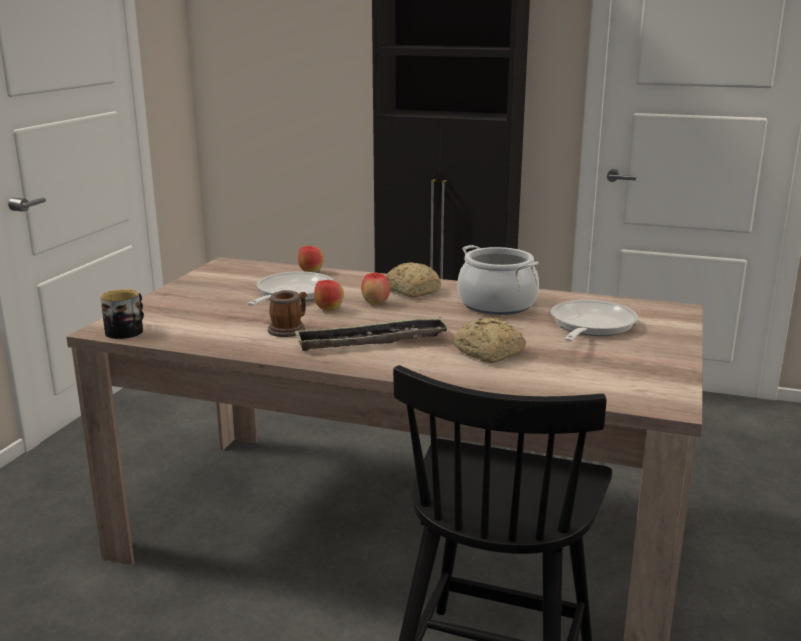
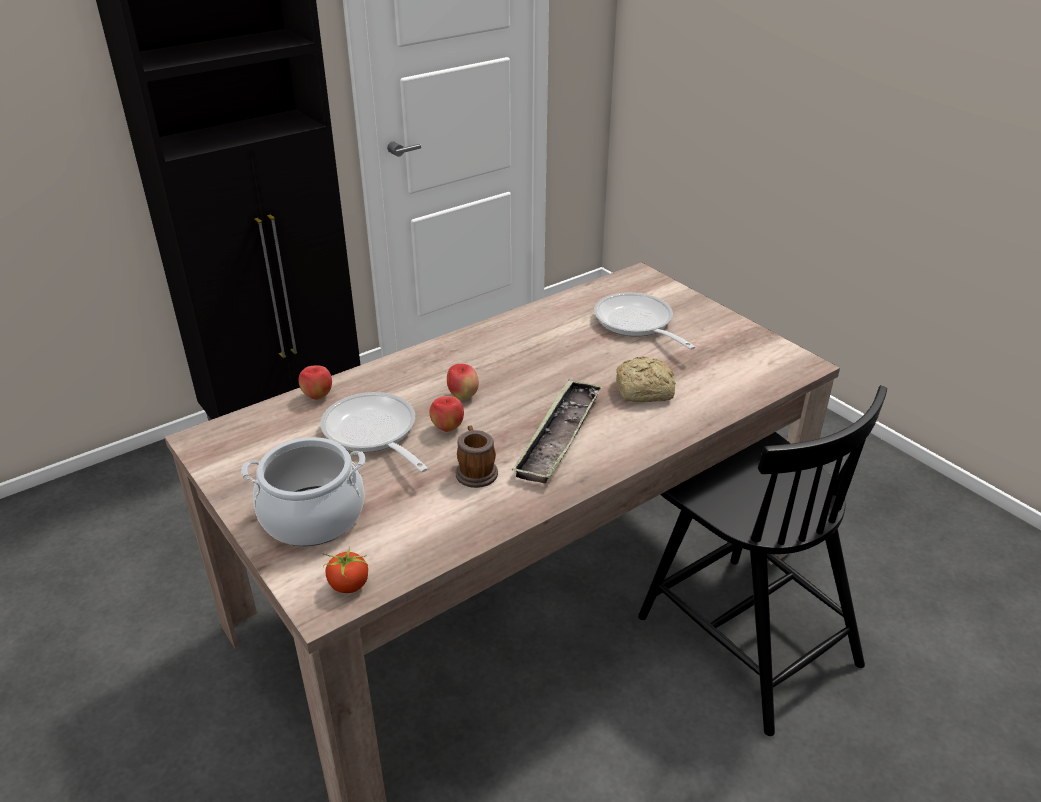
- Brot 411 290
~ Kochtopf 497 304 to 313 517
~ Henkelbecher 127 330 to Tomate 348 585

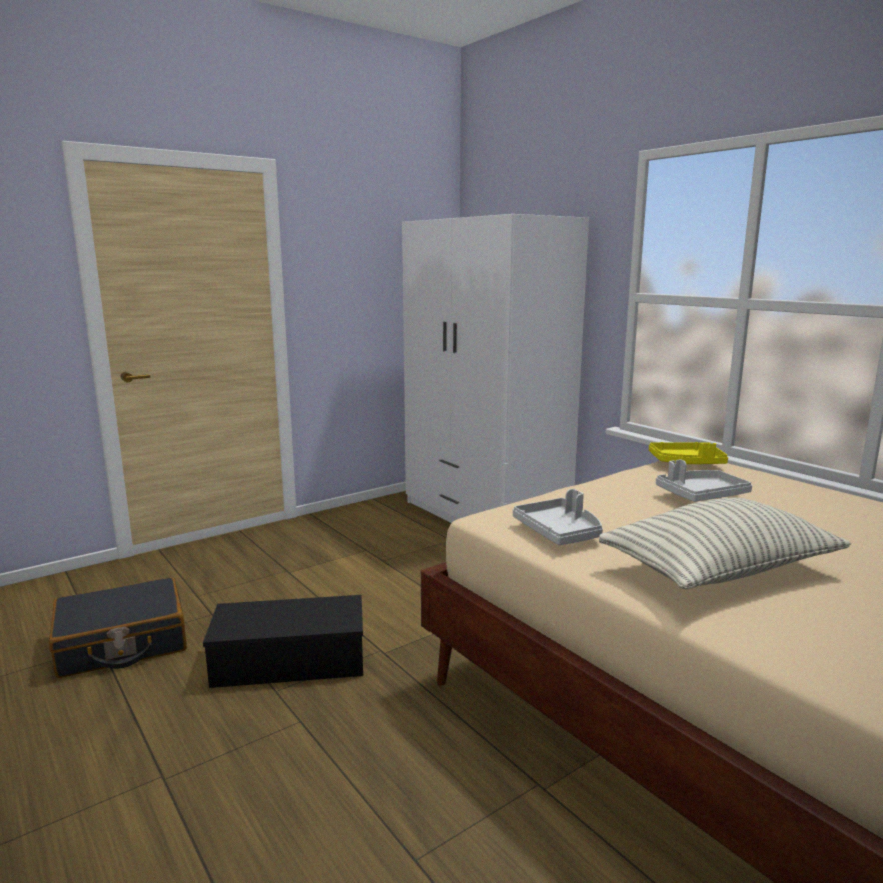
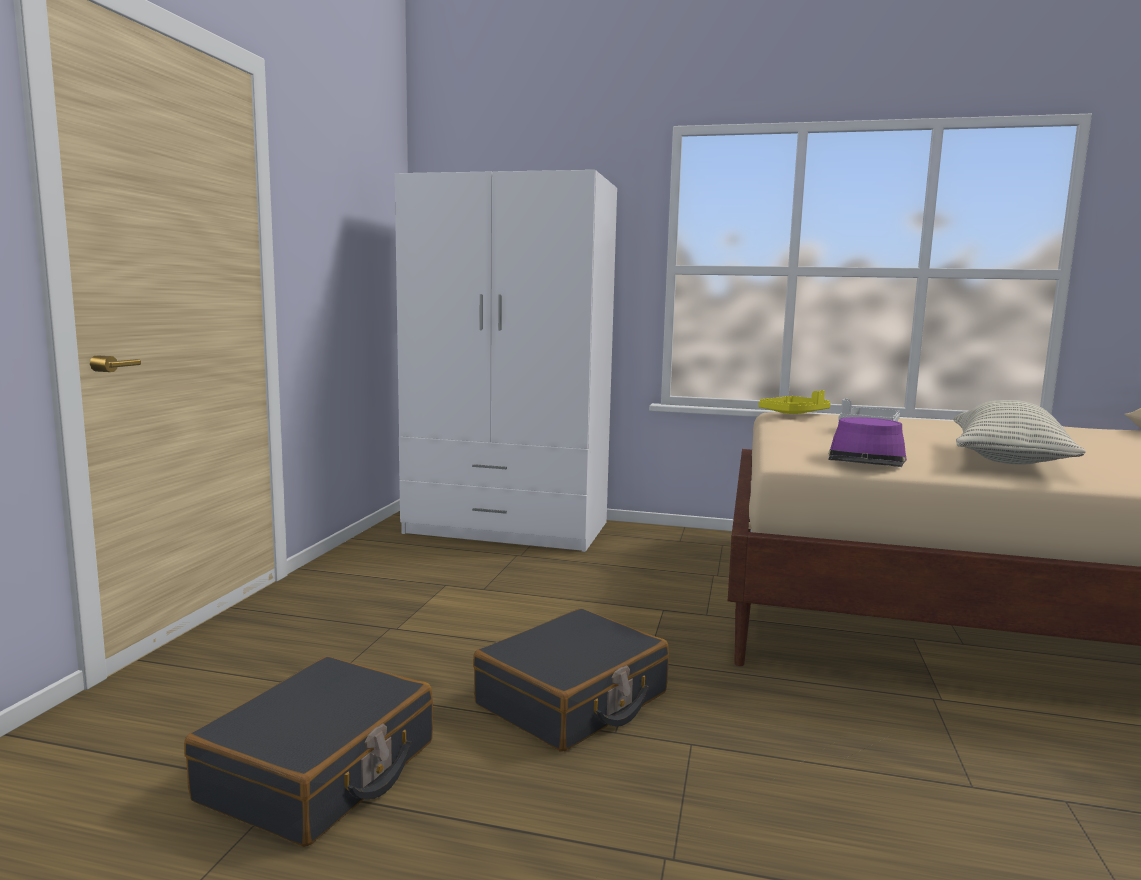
~ Aufbewahrungsbox/schwarz 292 659 to Koffer/schwarz 573 700
~ Tablett/grau 559 532 to Hut/lila 866 459

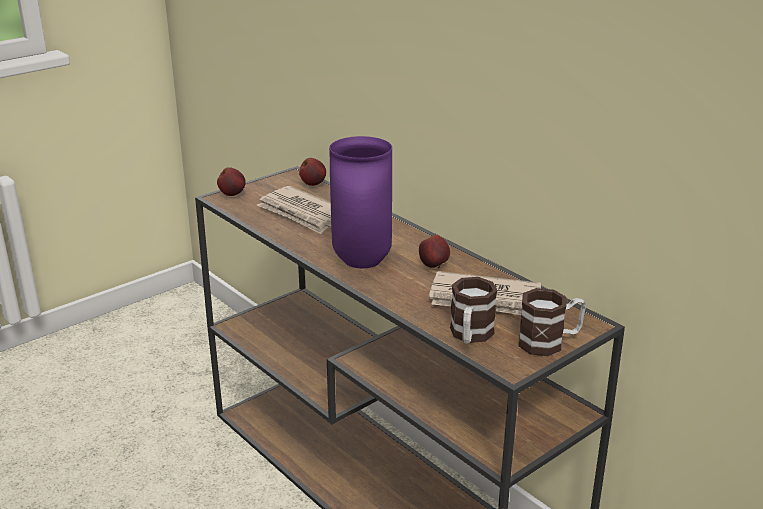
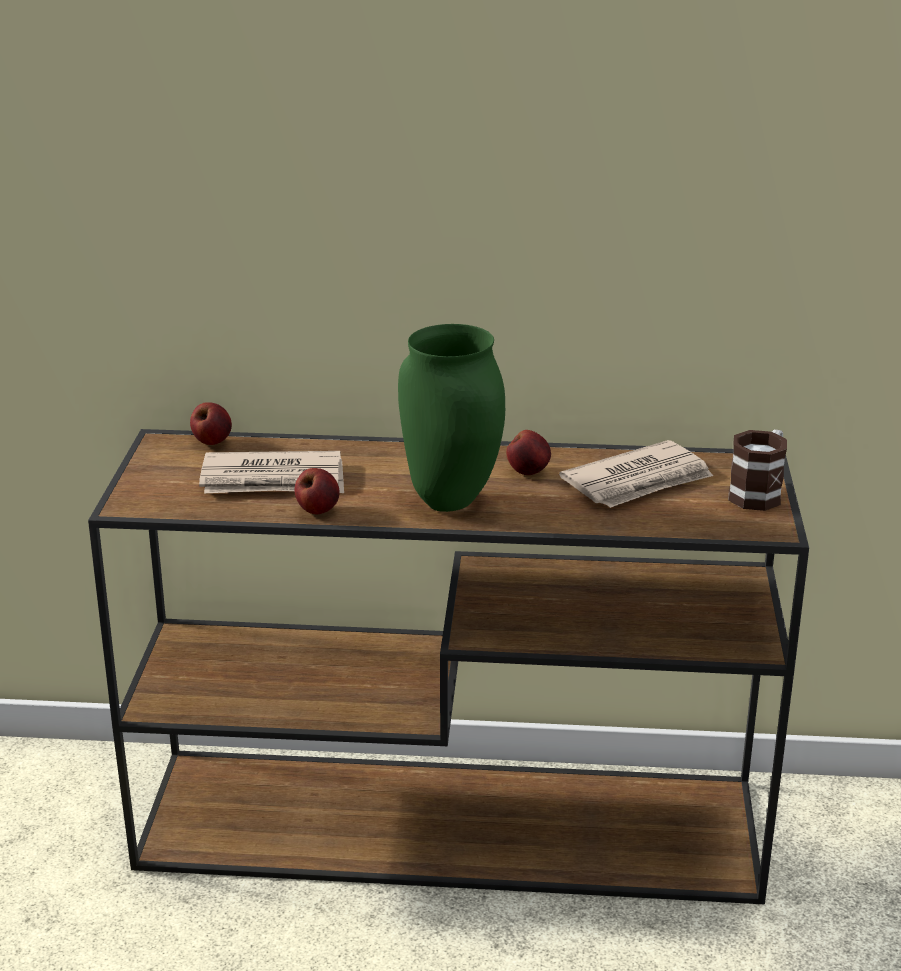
- Henkelbecher 470 336
~ Apfel 232 194 to 317 510
~ Vase/lila 363 262 to Vase/grün 453 501

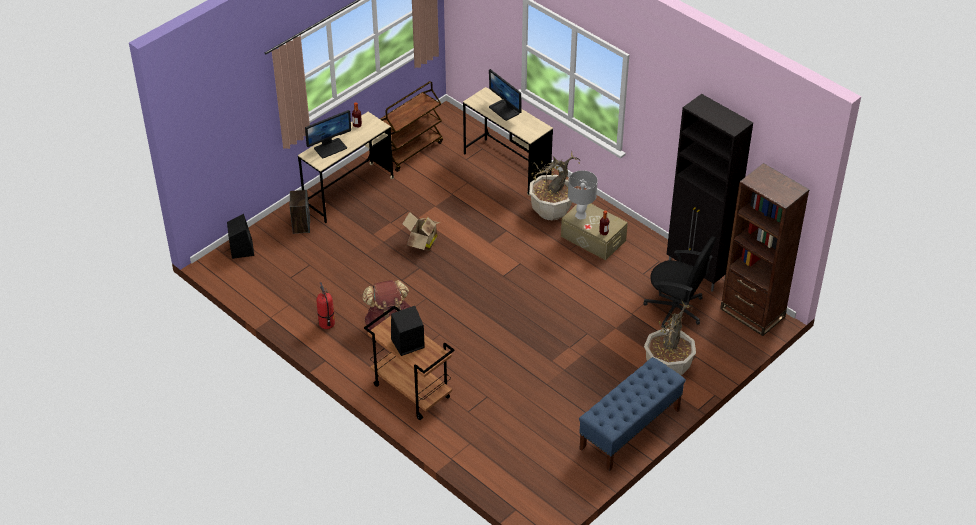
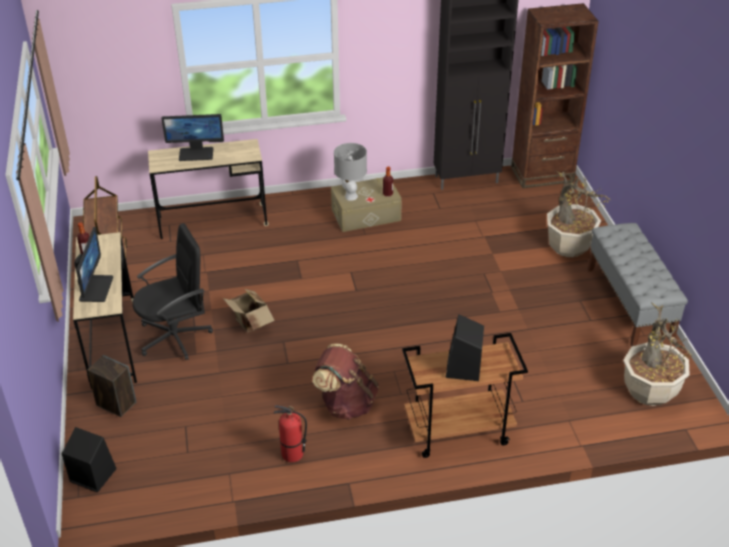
~ Topfpflanze 550 211 to 650 392
~ Bürostuhl/schwarz 675 309 to 176 336
~ Bank/blau 629 429 to Bank/grau 629 304

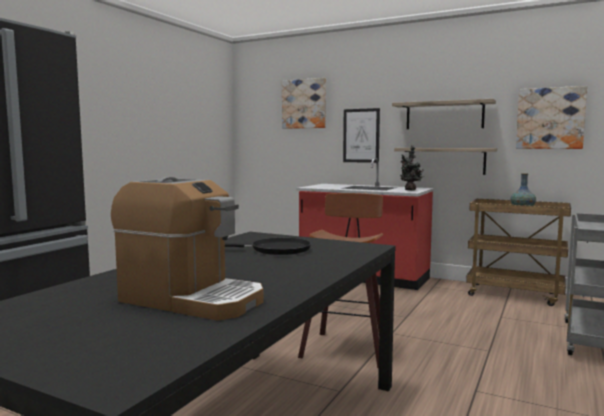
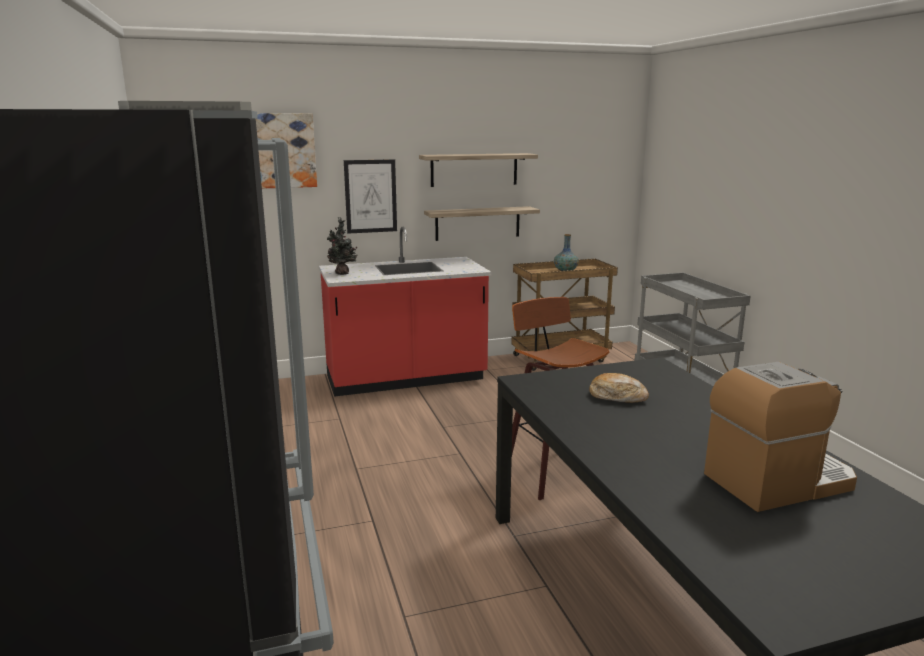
- Bild 550 118
~ Topfpflanze 410 190 to 343 273
~ Pfanne/schwarz 276 250 to Brot 617 396

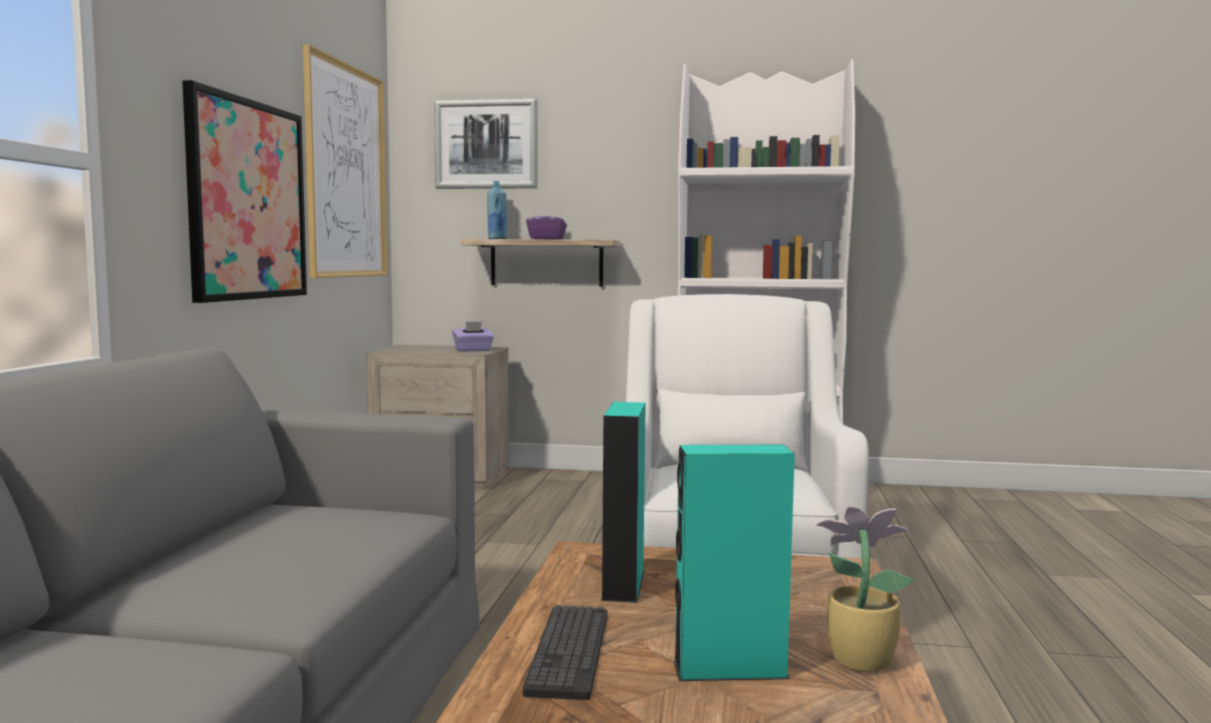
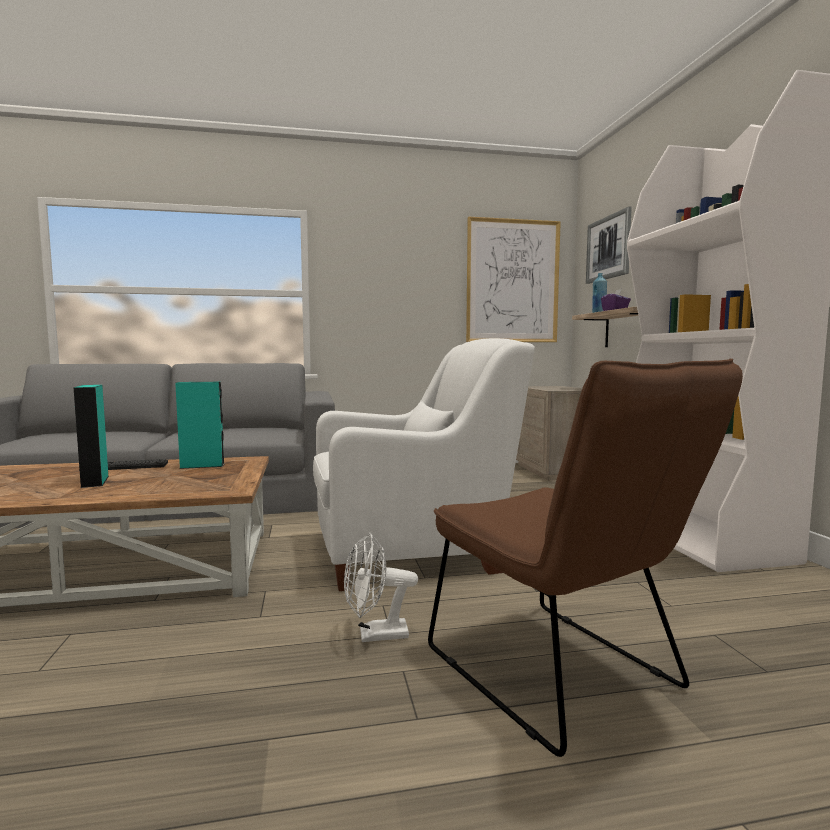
- Bild 247 200
- Taschentuchbox/lila 473 350
- Topfpflanze 858 661
+ Ventilator/weiß 375 635
+ Stuhl/braun 562 677

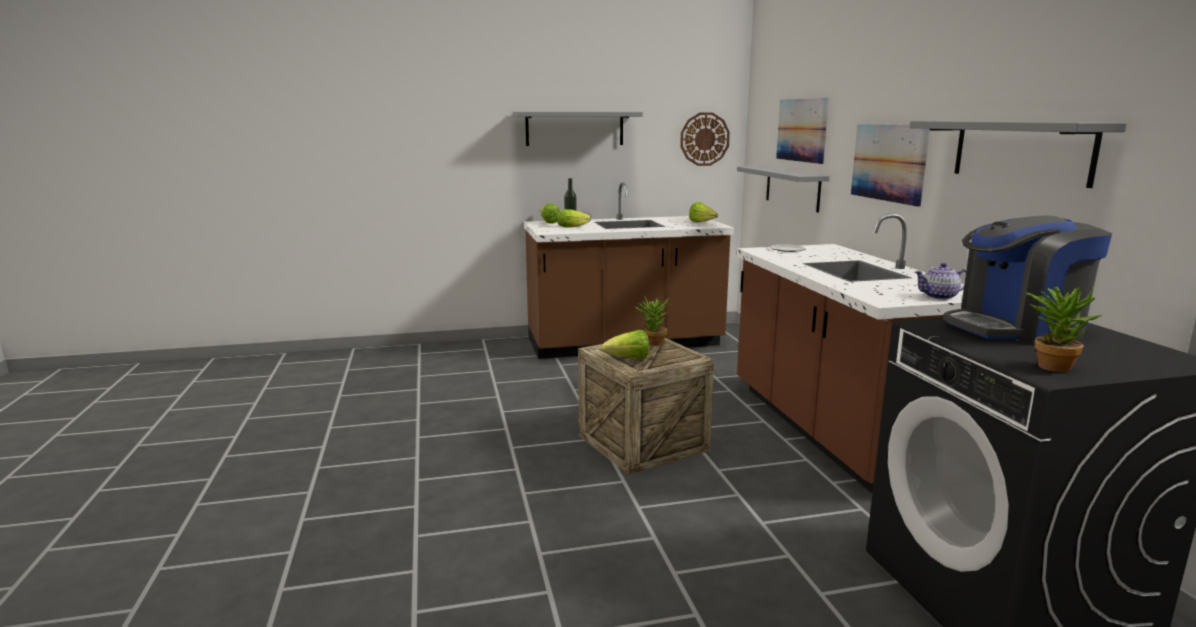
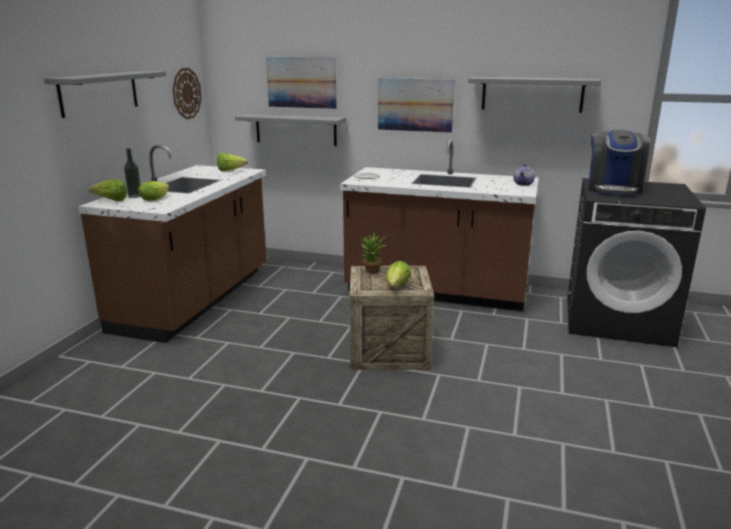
- Topfpflanze 1052 365

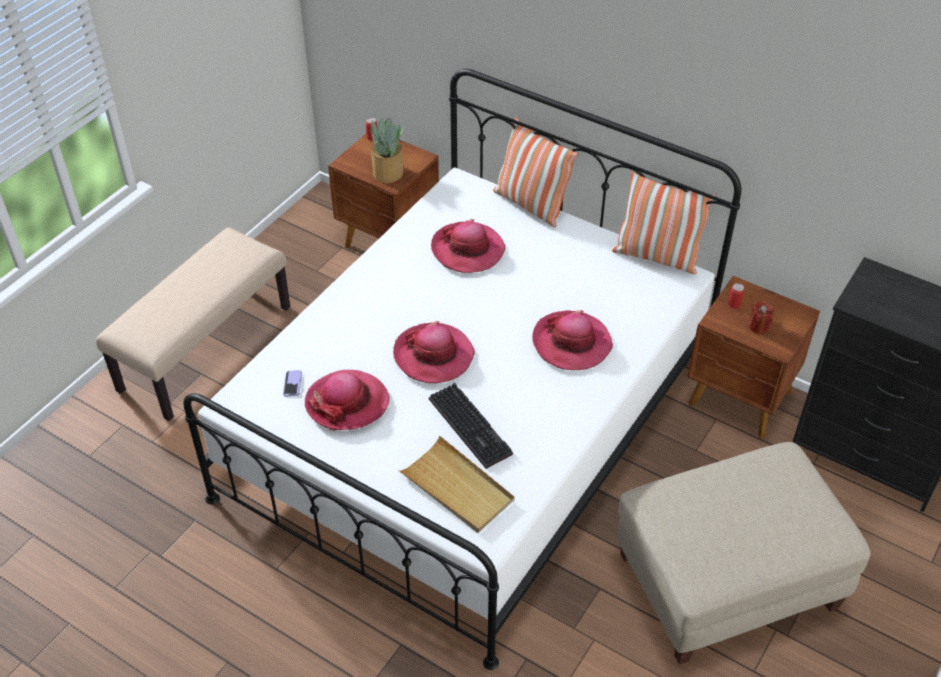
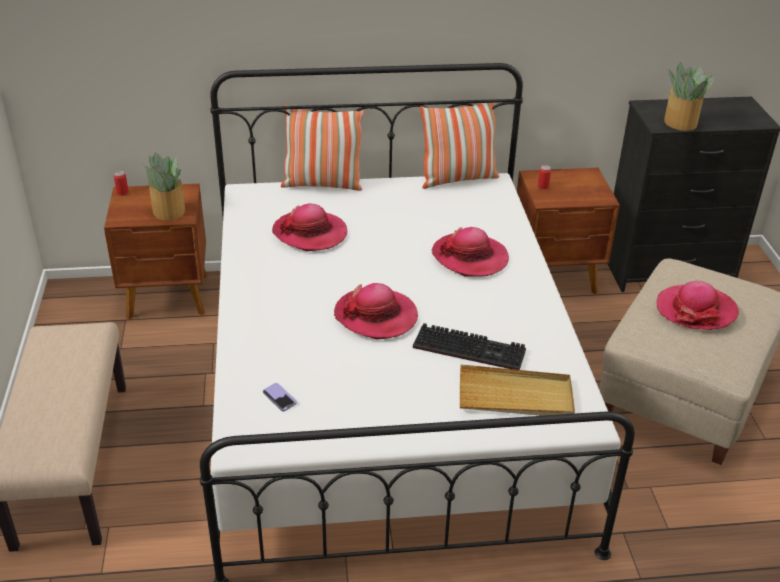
- Kerze/rot 758 326
+ Topfpflanze 680 123
~ Hut 347 403 to 696 310

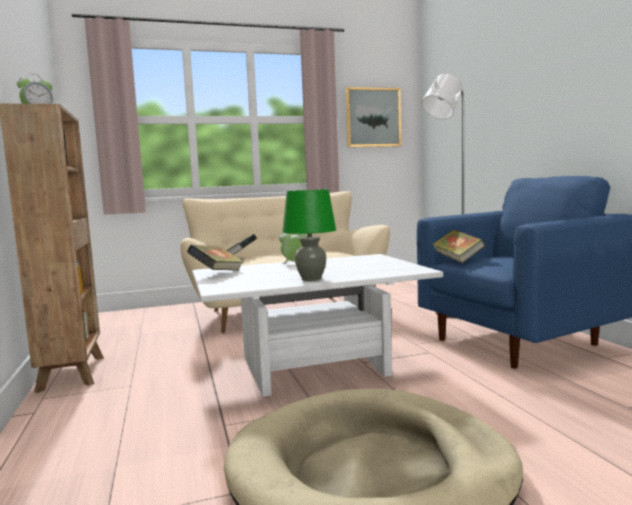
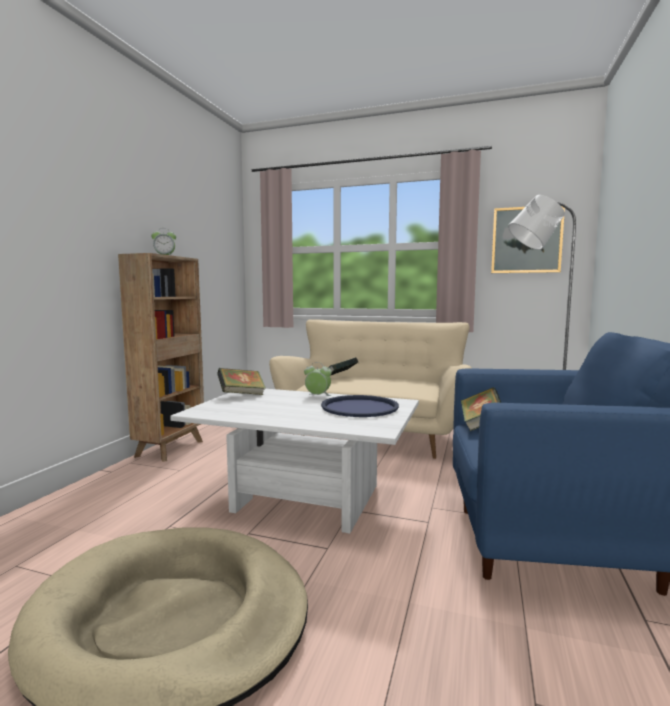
- Tischlampe/grün 311 279
+ Tablett/blau 359 407

